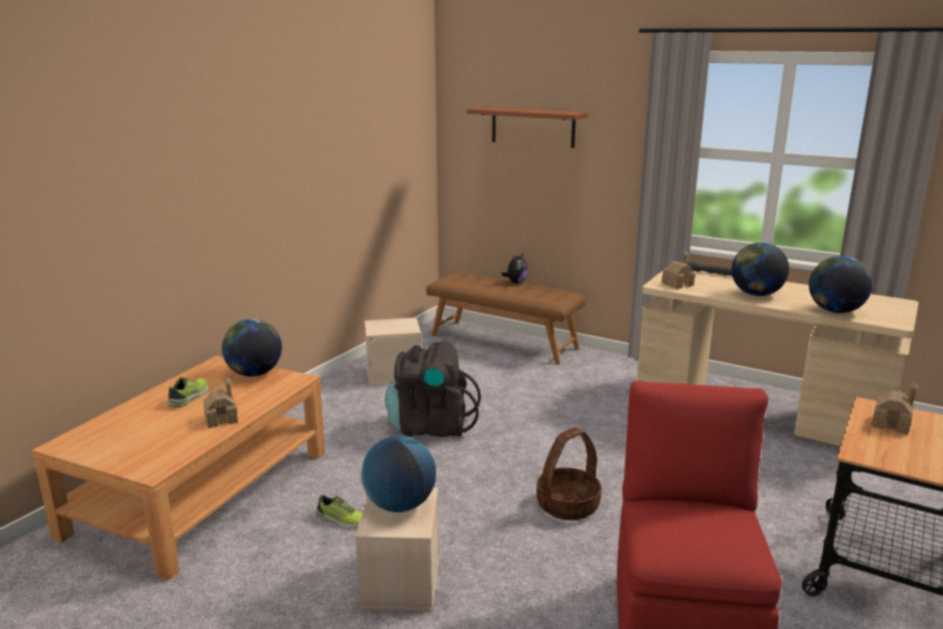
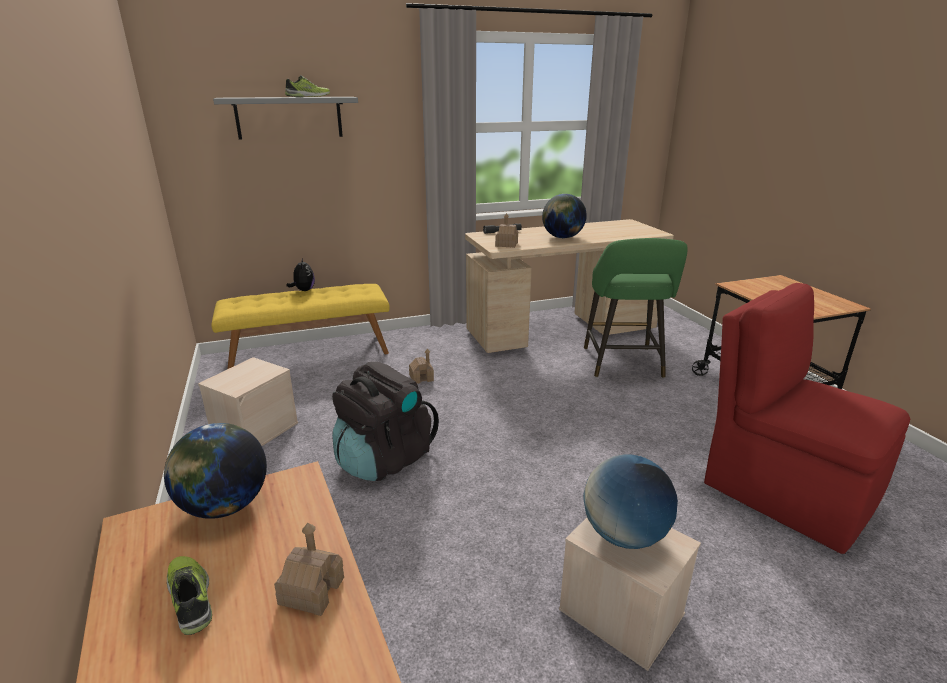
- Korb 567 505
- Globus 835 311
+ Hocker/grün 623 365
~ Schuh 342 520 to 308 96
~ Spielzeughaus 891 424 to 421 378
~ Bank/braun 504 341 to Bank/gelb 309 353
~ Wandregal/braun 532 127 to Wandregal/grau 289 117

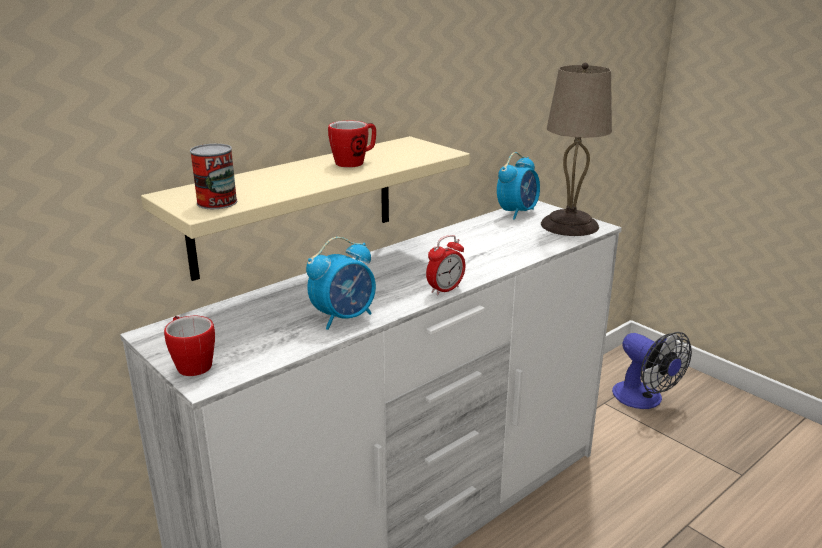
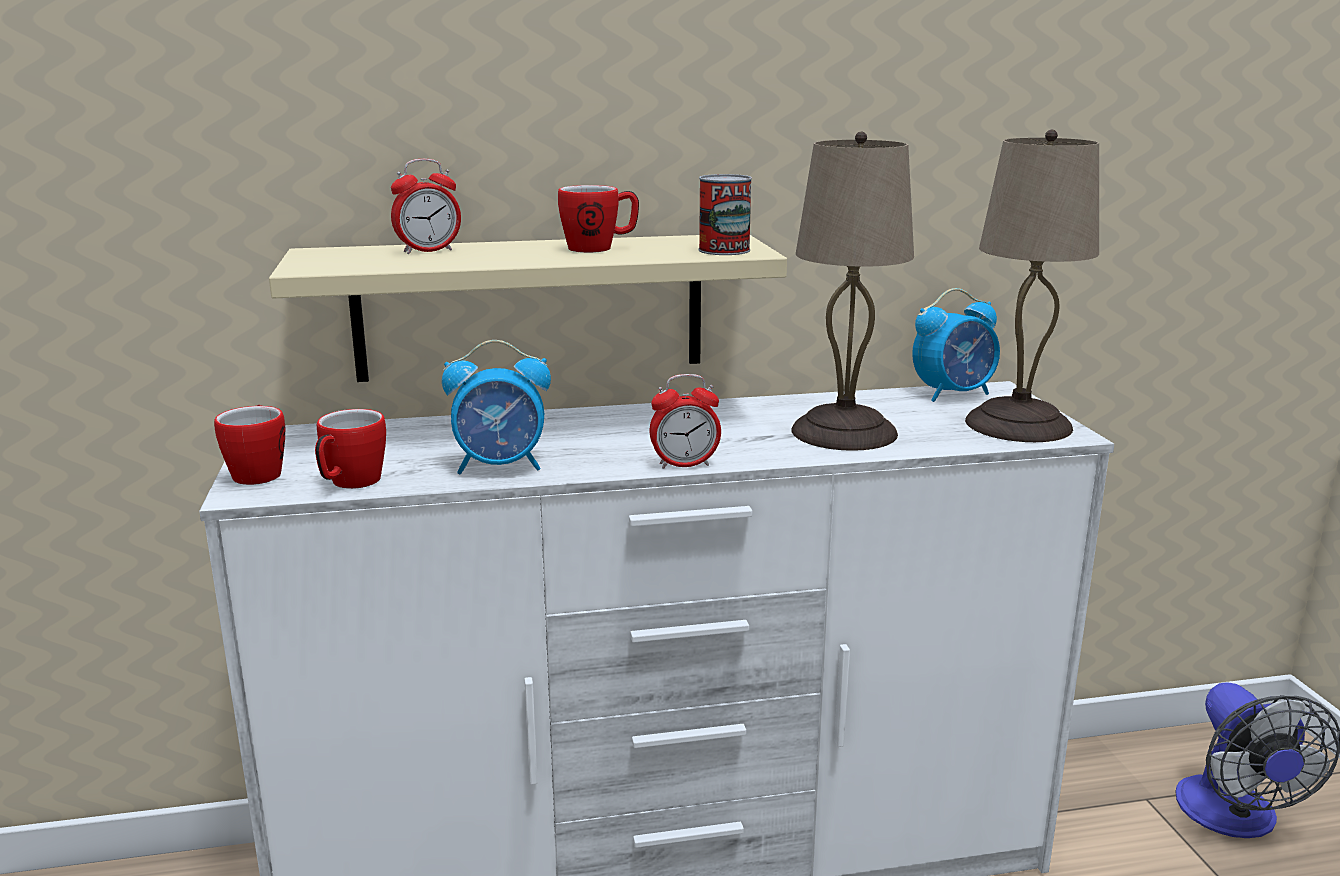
+ Henkelbecher 350 484
+ Wecker 428 251
+ Tischlampe/beige 842 432
~ Dose 217 202 to 724 250

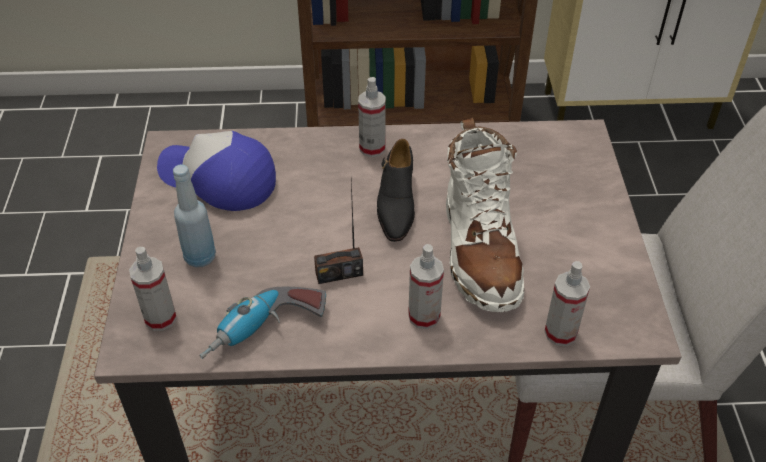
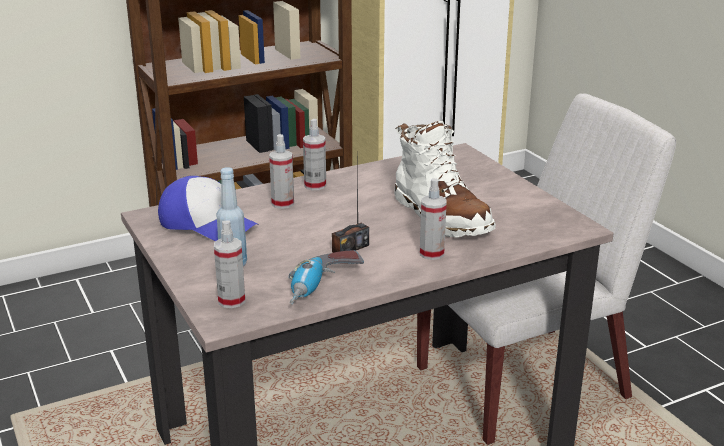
- Schuh/schwarz 396 204
~ Sprühflasche 560 333 to 282 203
~ Kappe 218 179 = 208 224 150 degrees counterclockwise

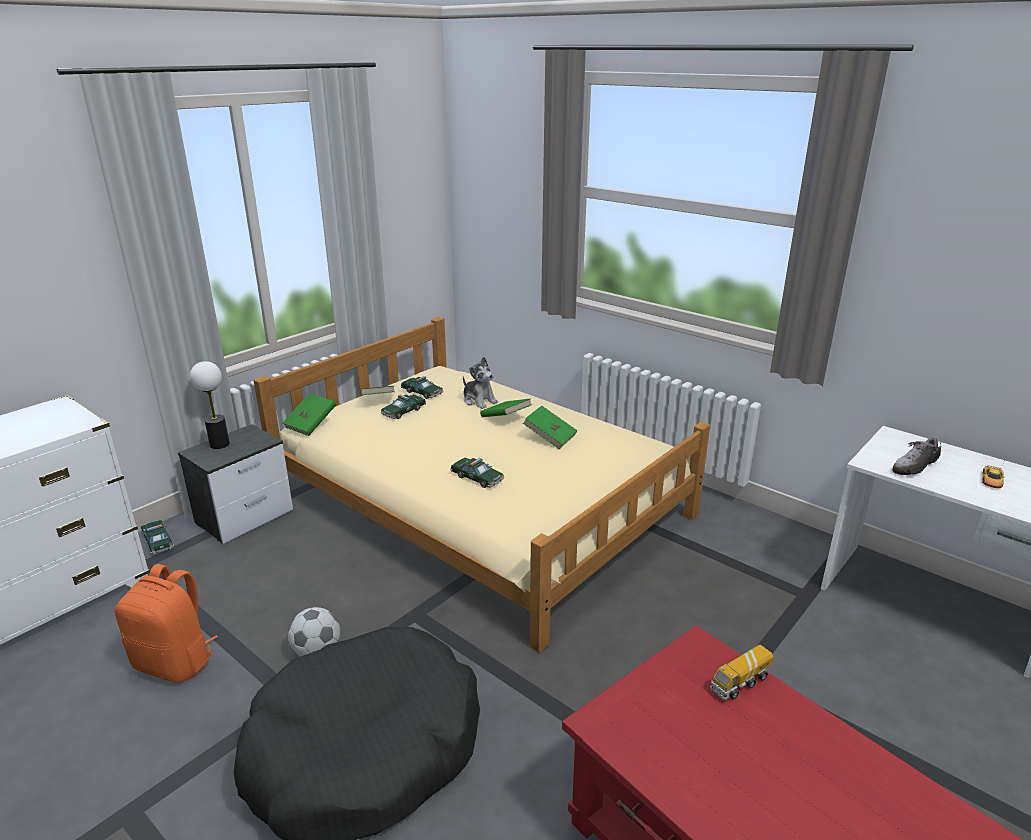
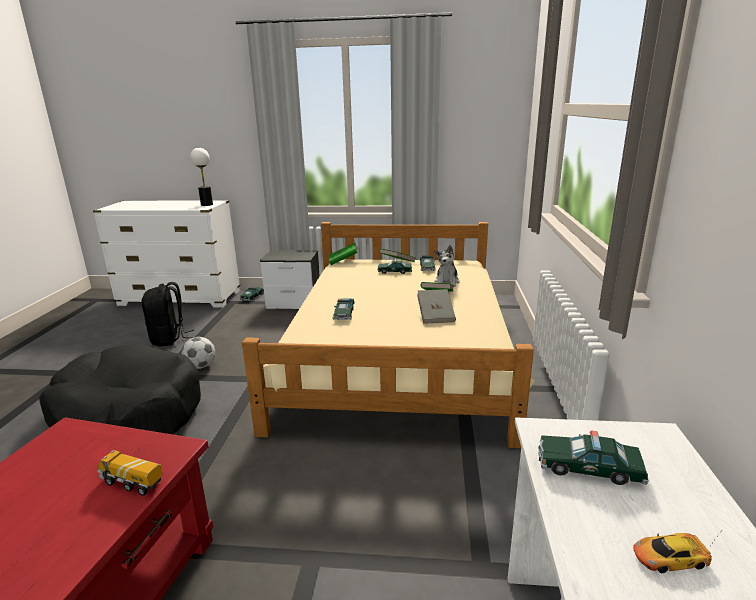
~ Tischlampe 219 444 to 206 204
~ Schuh 914 466 to Spielzeugauto 589 468
~ Rucksack/orange 176 662 to Rucksack/schwarz 169 339
~ Buch/grün 550 437 to Buch/grau 435 316

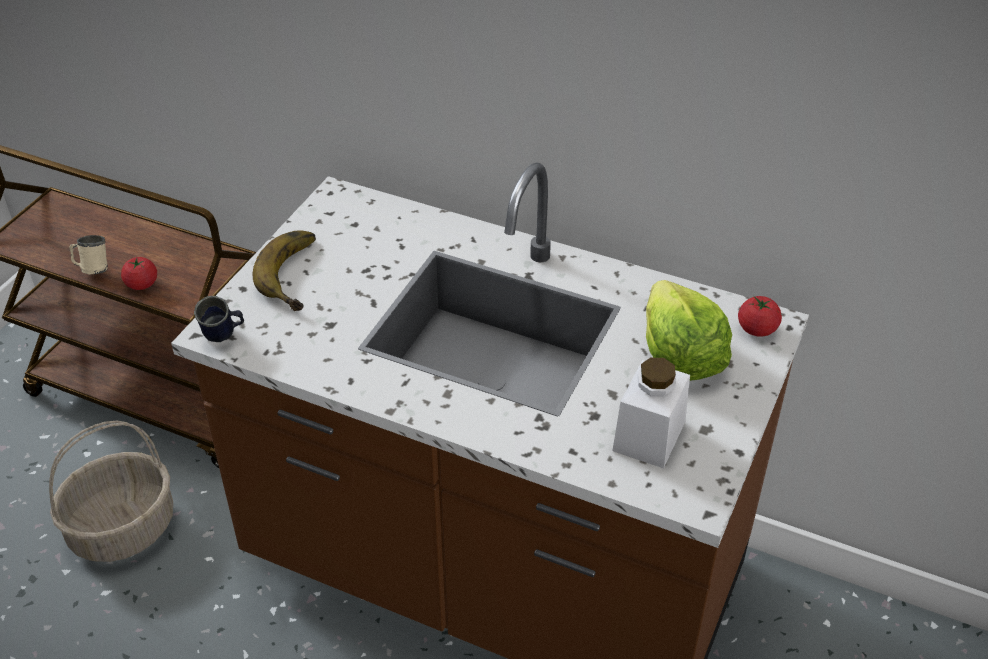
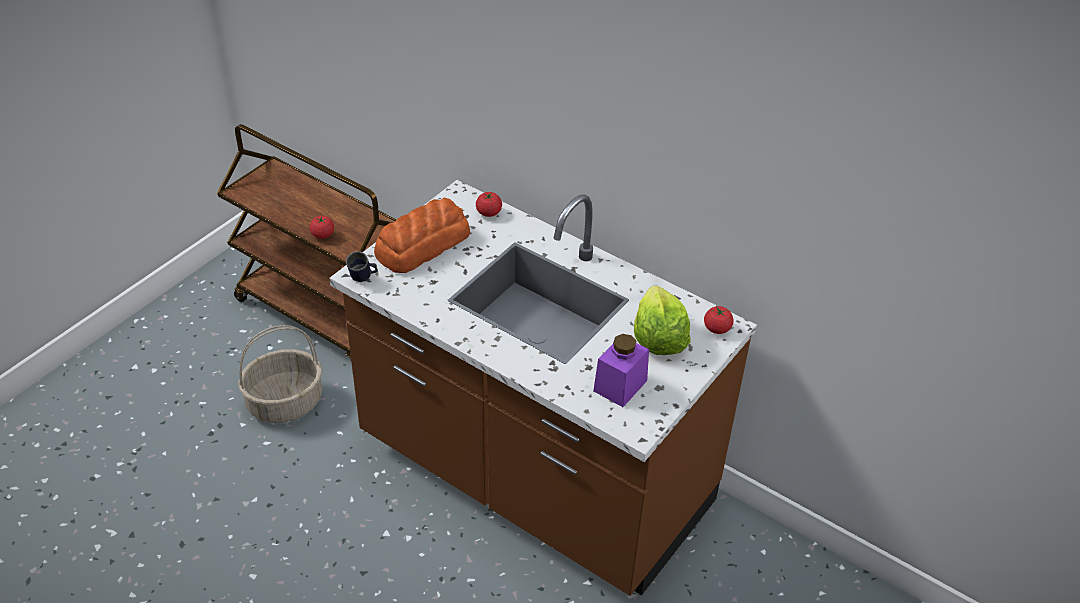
- Henkelbecher/beige 92 269
+ Tomate 488 213
~ Banane 299 274 to Brot 421 245
~ Vorratsglas/weiß 649 436 to Vorratsglas/lila 620 386

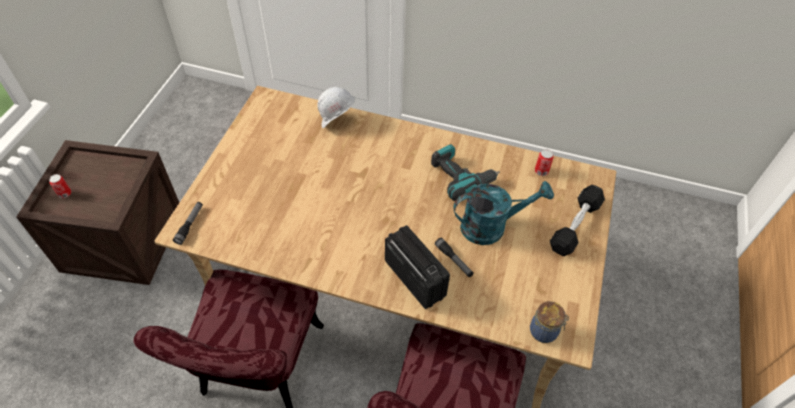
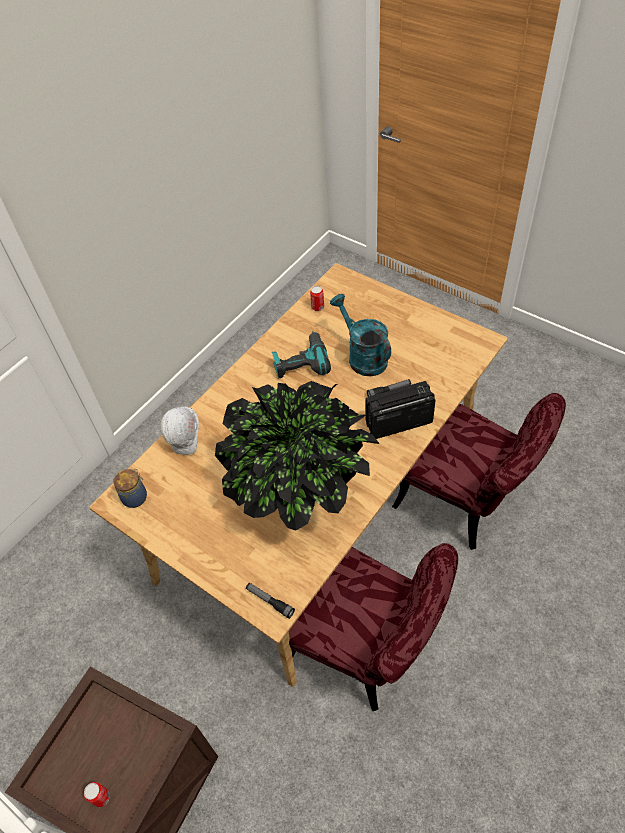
- Hantel/schwarz 575 226
+ Topfpflanze 301 489
~ Vorratsglas 544 331 to 135 497
~ Gießkanne/türkis 491 226 = 363 356 45 degrees counterclockwise

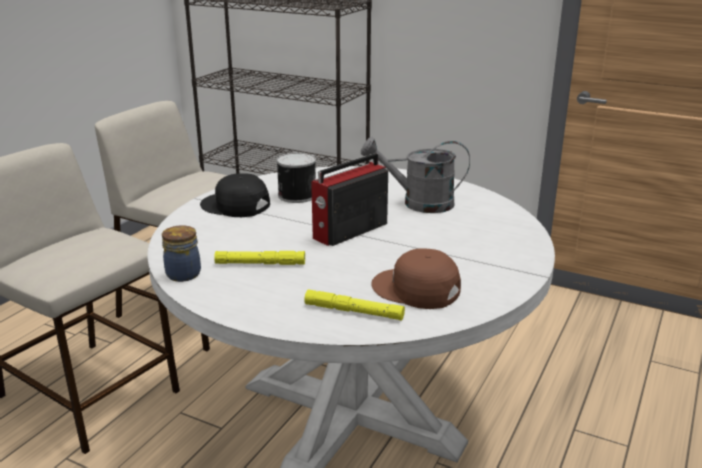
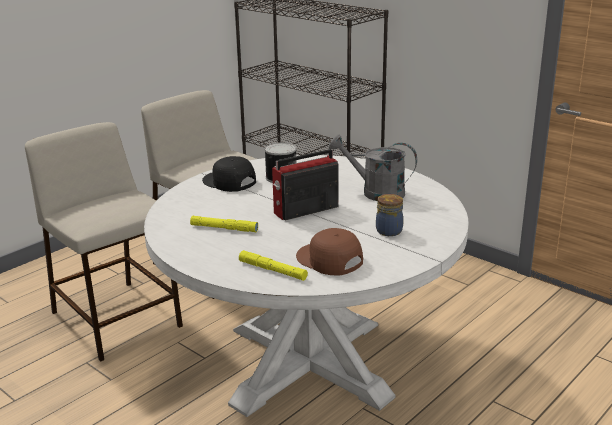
~ Vorratsglas 183 273 to 389 230

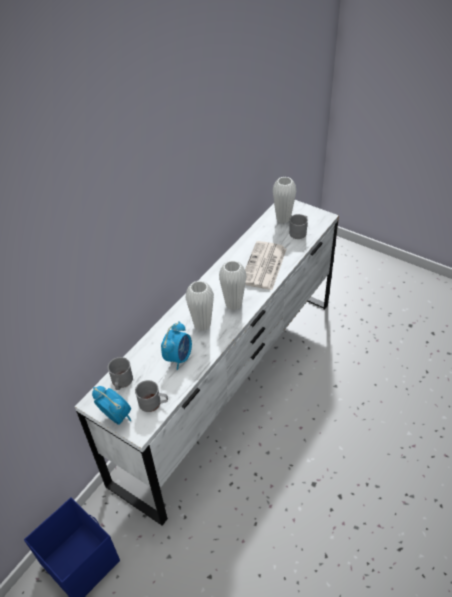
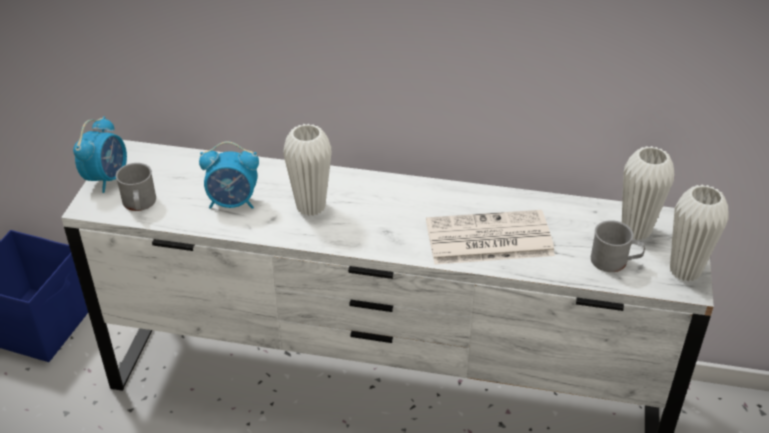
- Henkelbecher/grau 121 382
~ Vase/weiß 233 304 to 685 271

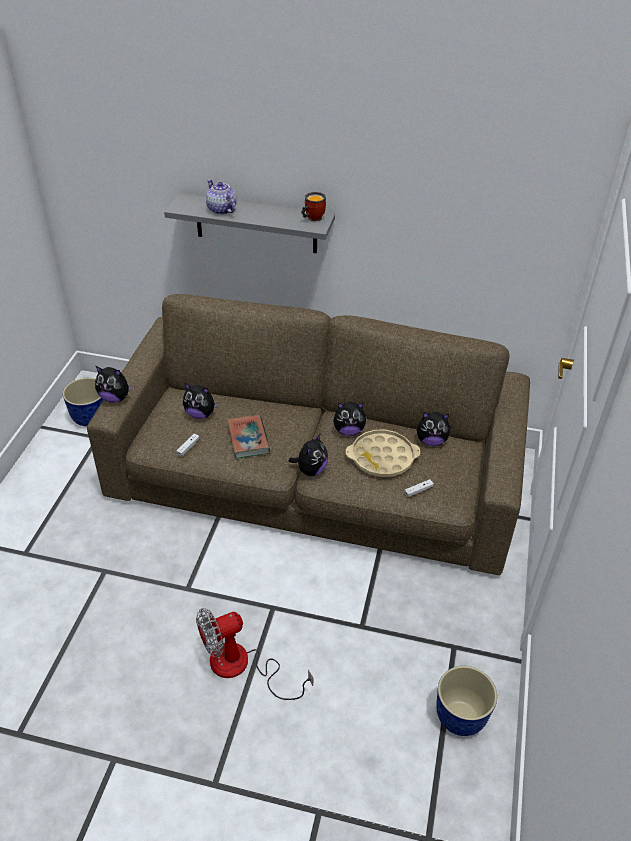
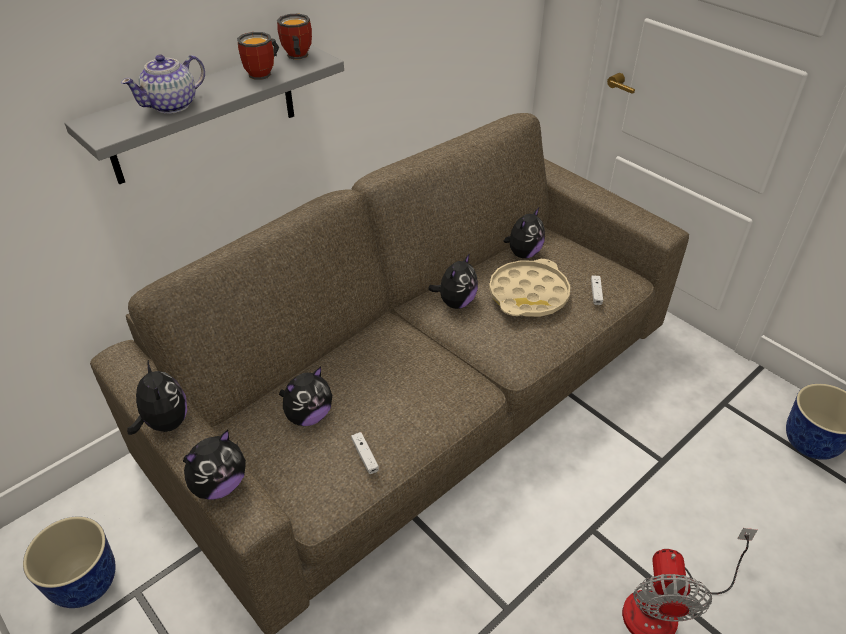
- Buch 248 439
+ Henkelbecher 264 73
~ Plüschtier 310 470 to 165 423
~ Teekanne 221 210 = 173 105 45 degrees counterclockwise

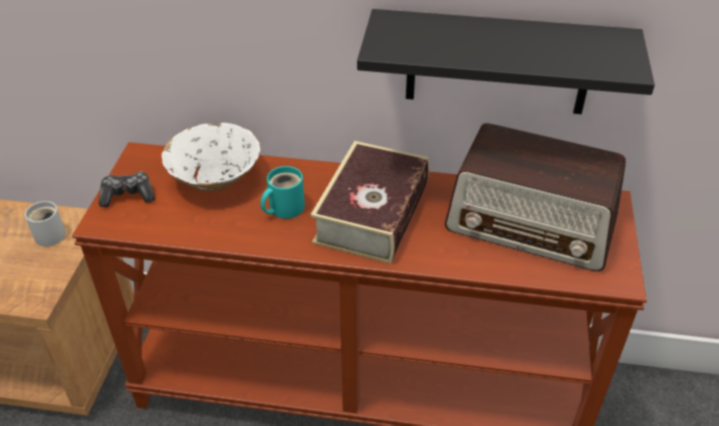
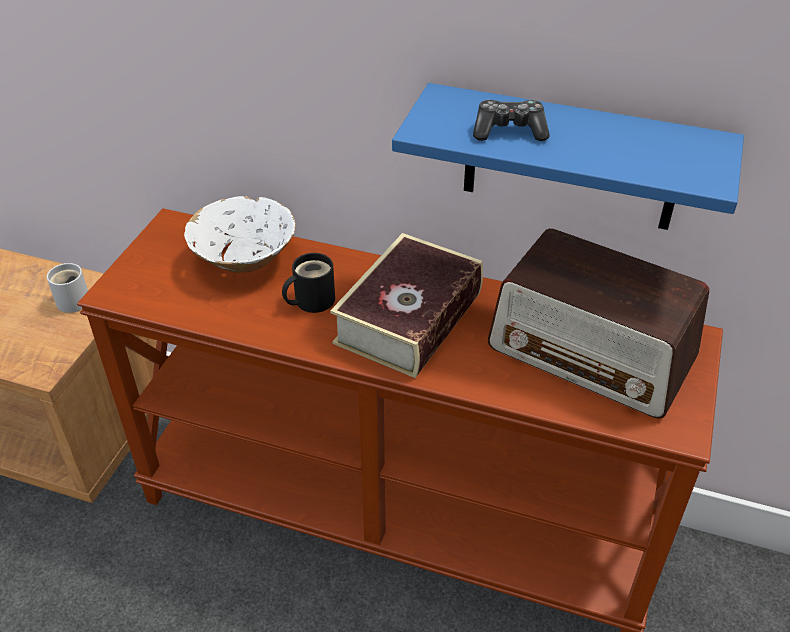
~ Gamepad 128 195 to 509 131
~ Henkelbecher/türkis 283 208 to Henkelbecher/schwarz 310 300
~ Wandregal/schwarz 498 63 to Wandregal/blau 571 159

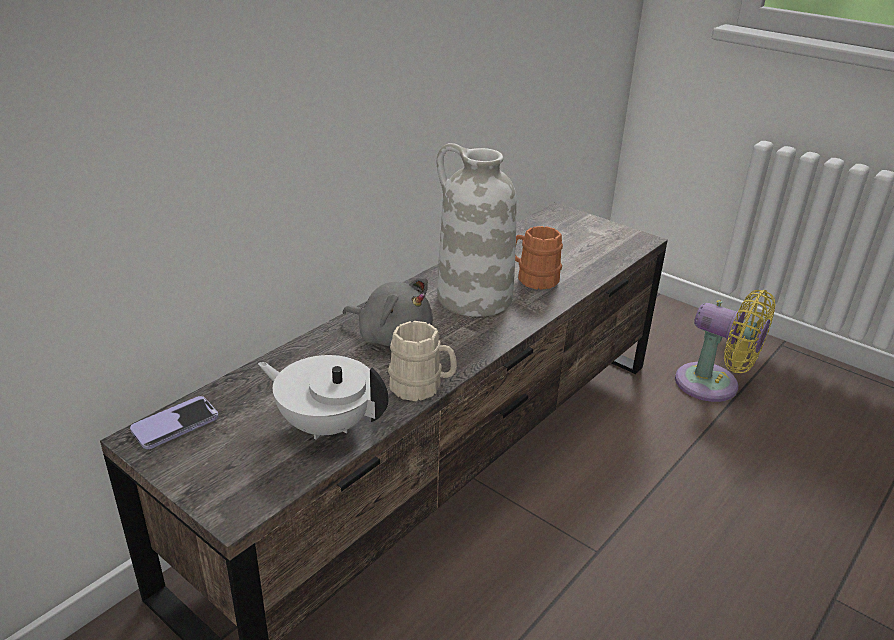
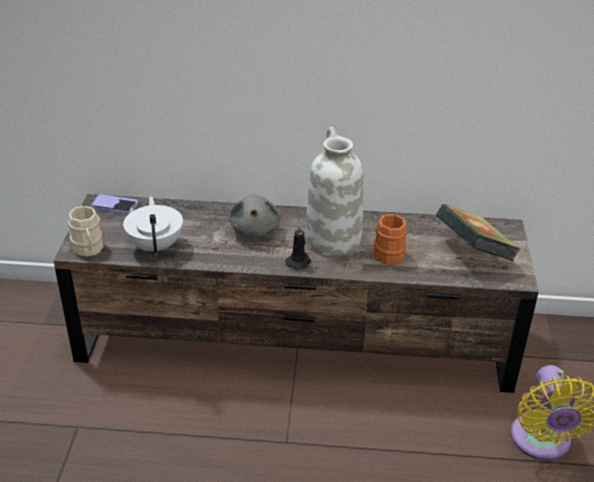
+ Kerze/schwarz 299 261
+ Buch 473 252
~ Henkelbecher/beige 422 387 to 88 250

